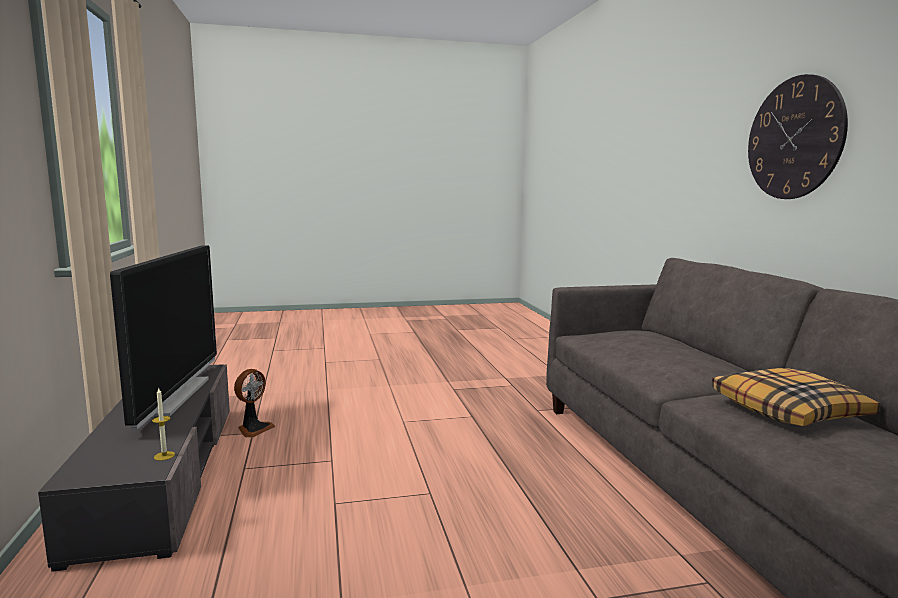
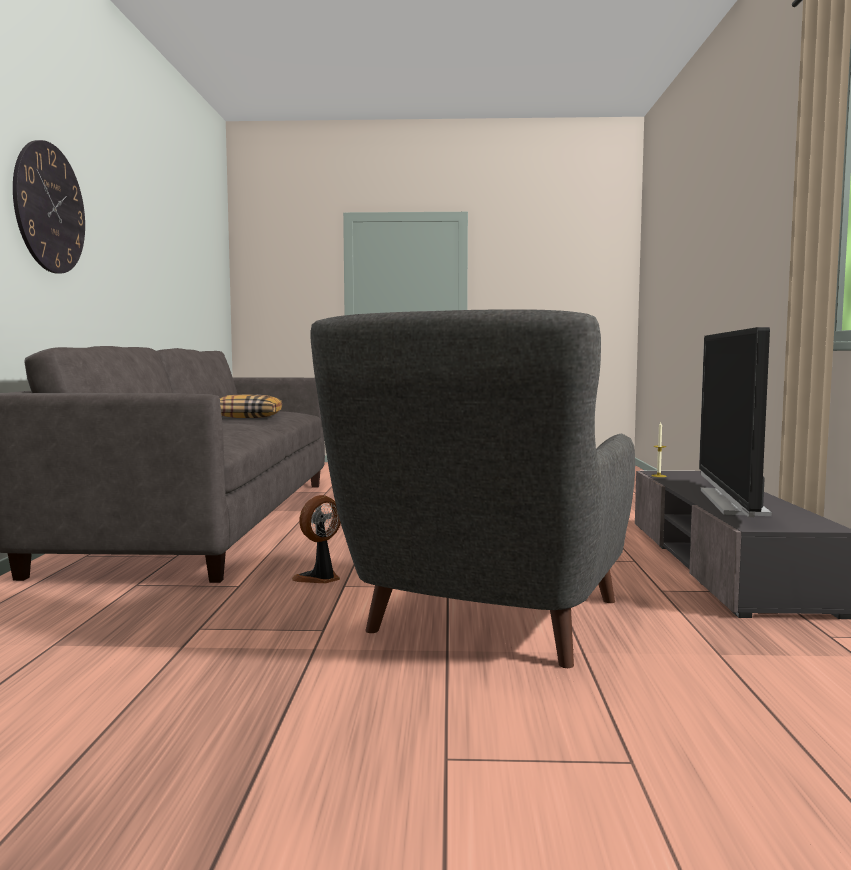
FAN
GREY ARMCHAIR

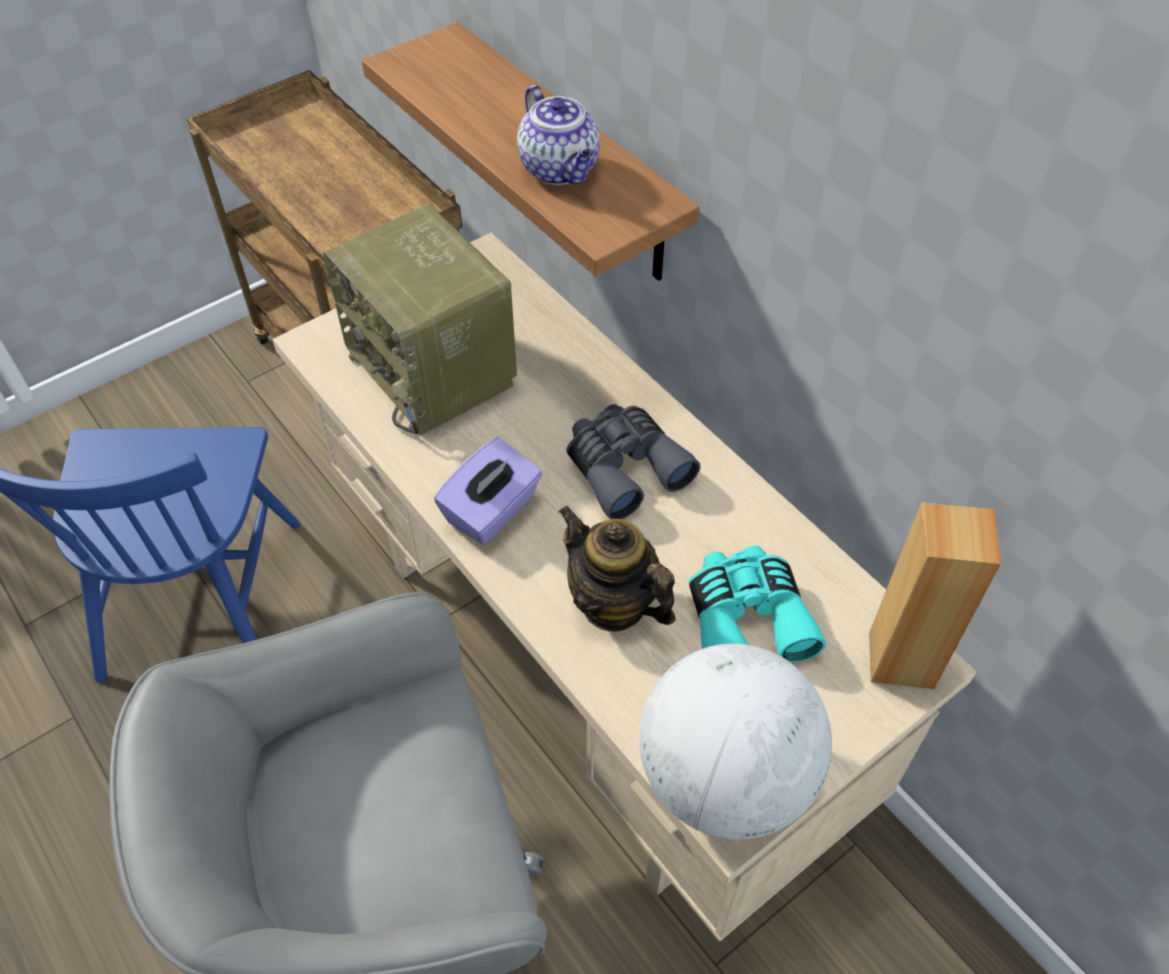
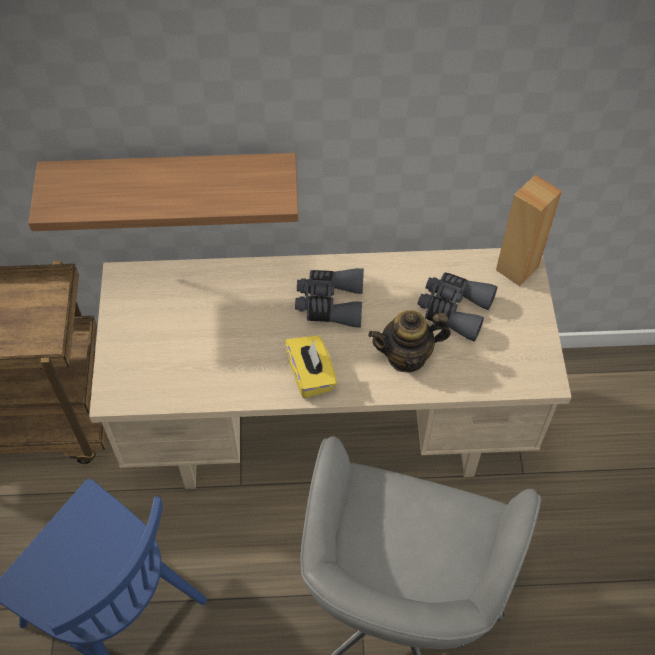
YELLOW TISSUE BOX
GREY BINOCULARS (no. 2 from left)
RADIO
TEAPOT (no. 1 from left in the first image)
GLOBE

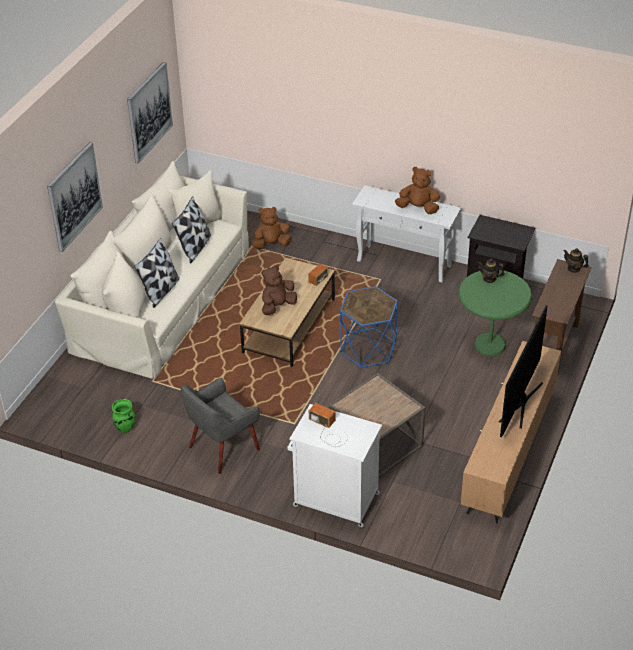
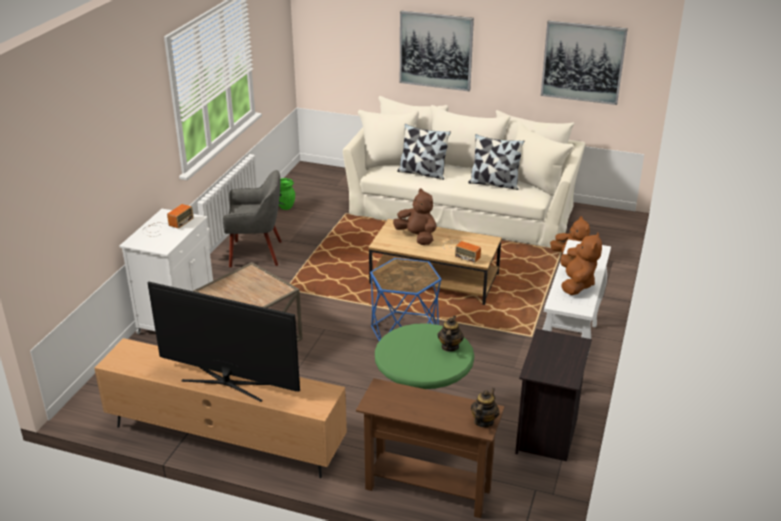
GREY ARMCHAIR

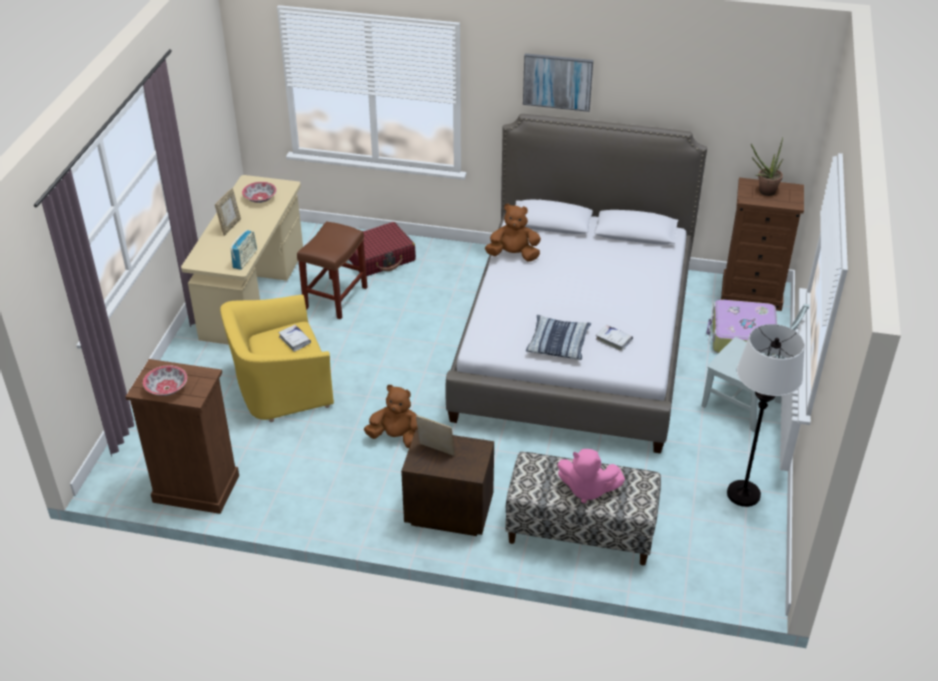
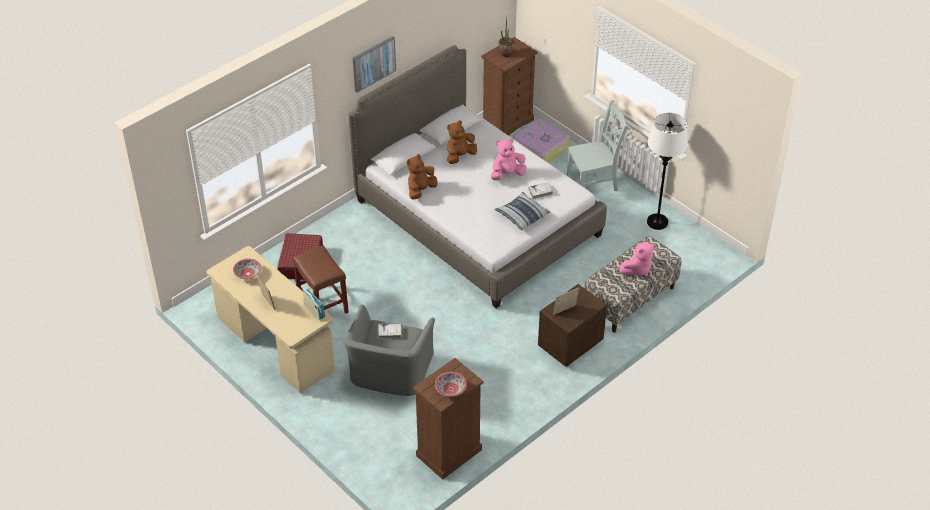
GREY ARMCHAIR
BROWN PLUSH TOY (no. 2 from left)
PINK PLUSH TOY (no. 1 from left)

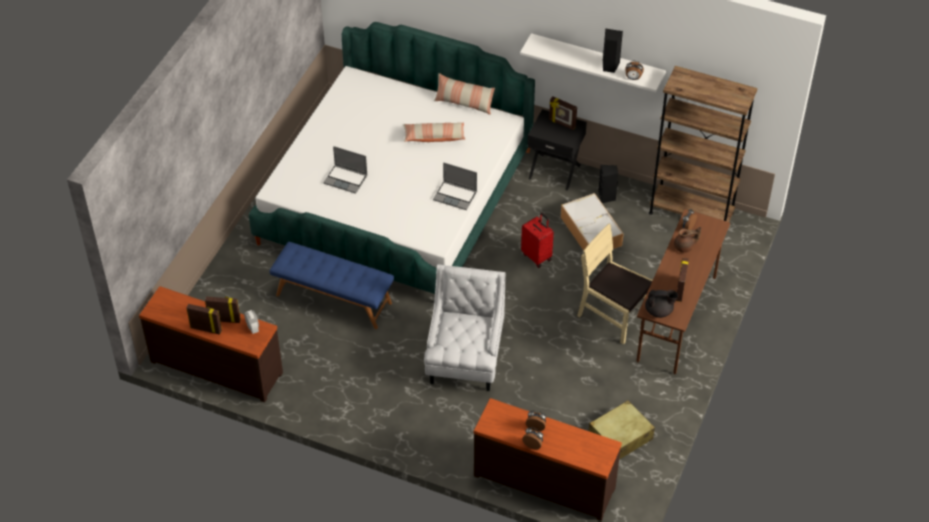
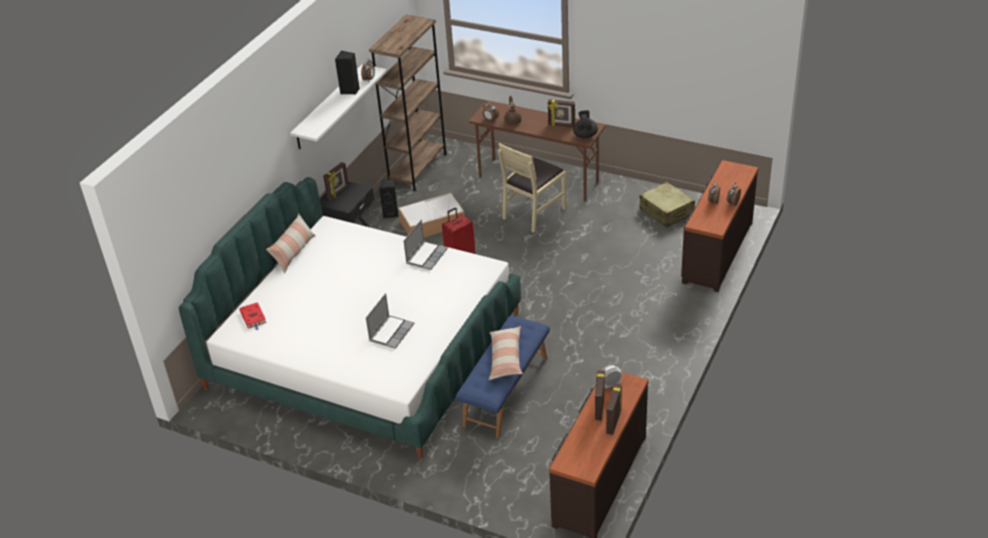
RED BOOK
PILLOW (no. 2 from left)
WHITE ARMCHAIR

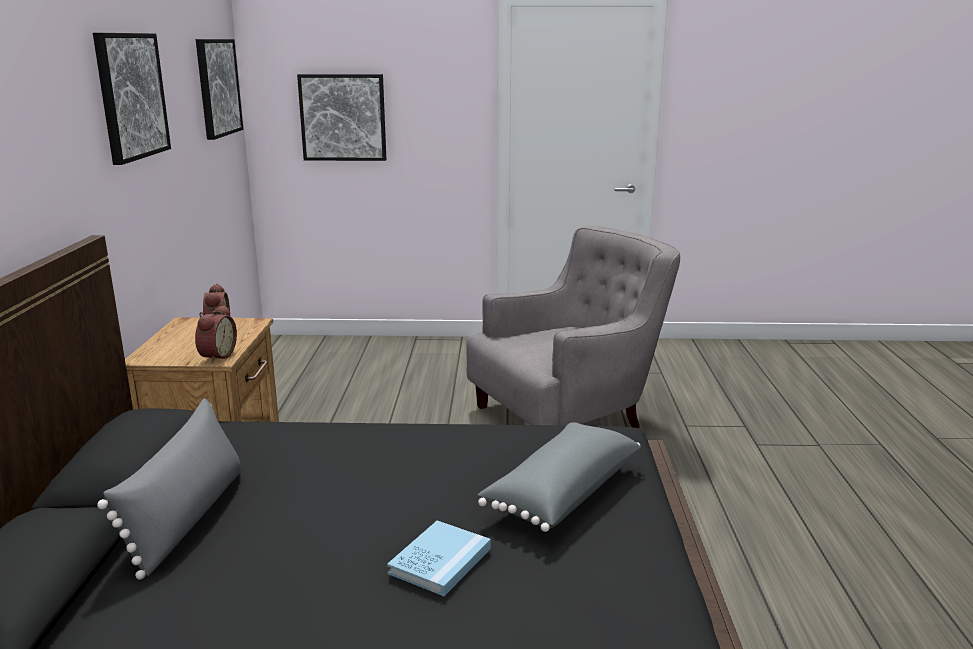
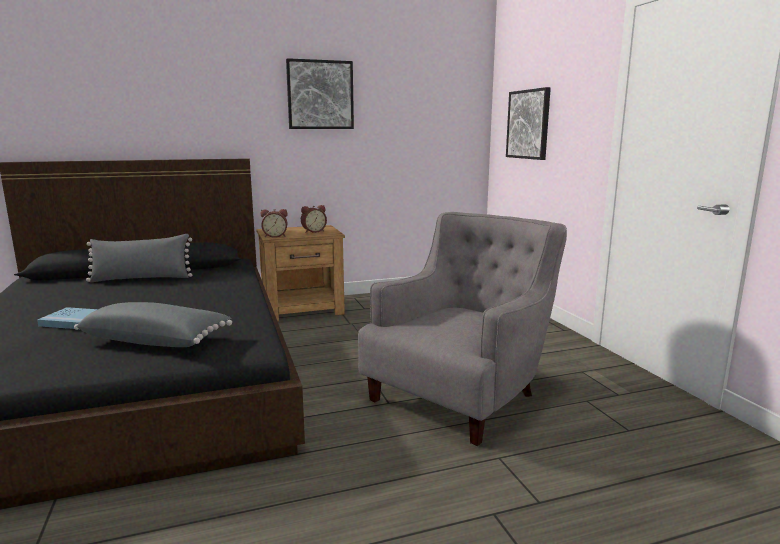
GREY ARMCHAIR
PICTURE (no. 2 from left in the first image)

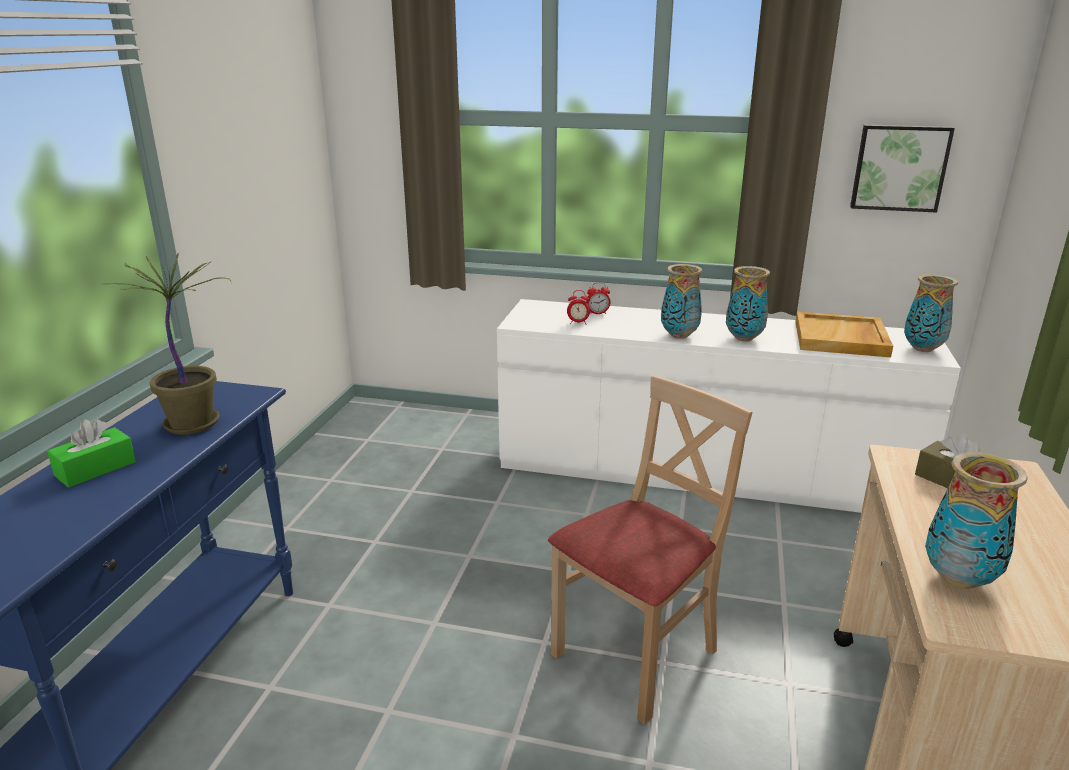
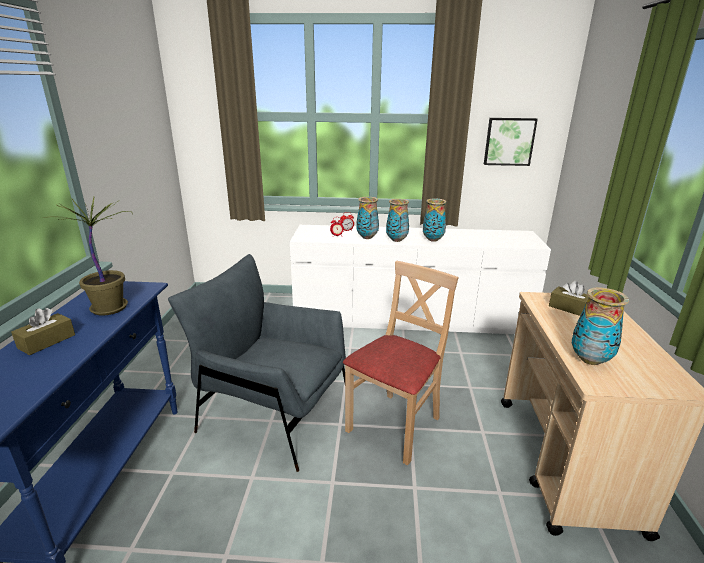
BROWN TISSUE BOX (no. 1 from left)
GREY ARMCHAIR
VASE (no. 1 from left)
BEIGE TRAY

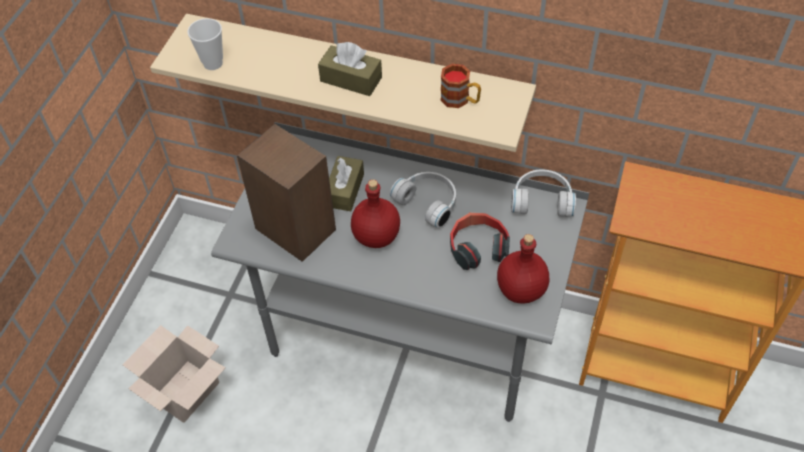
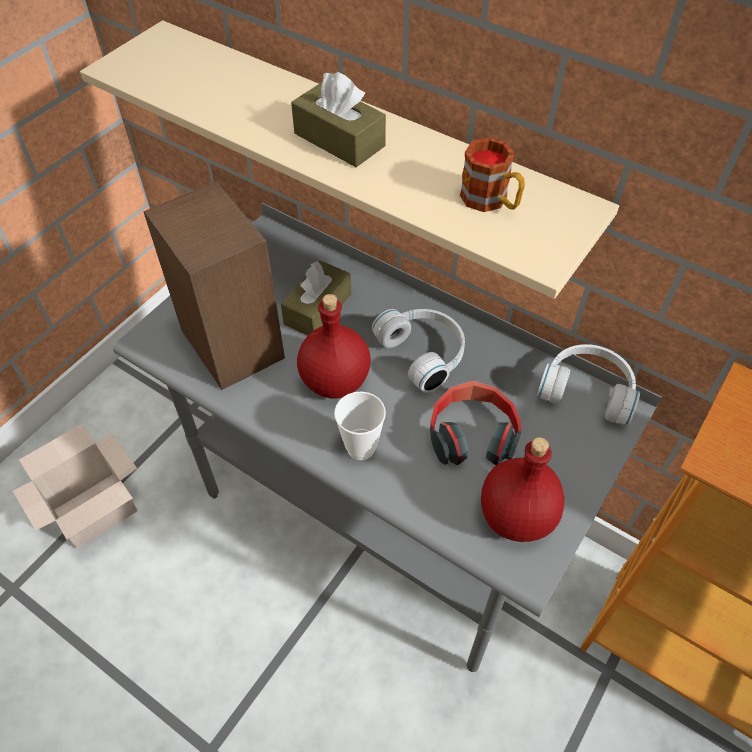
CUP

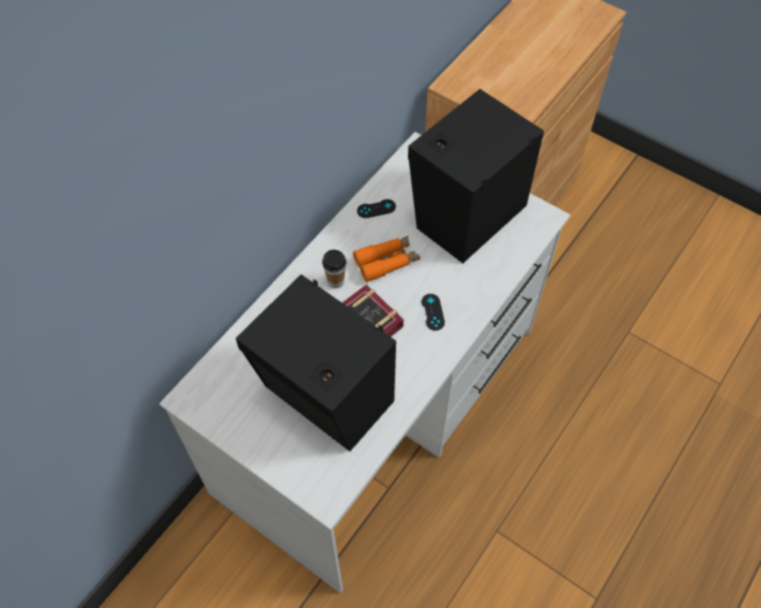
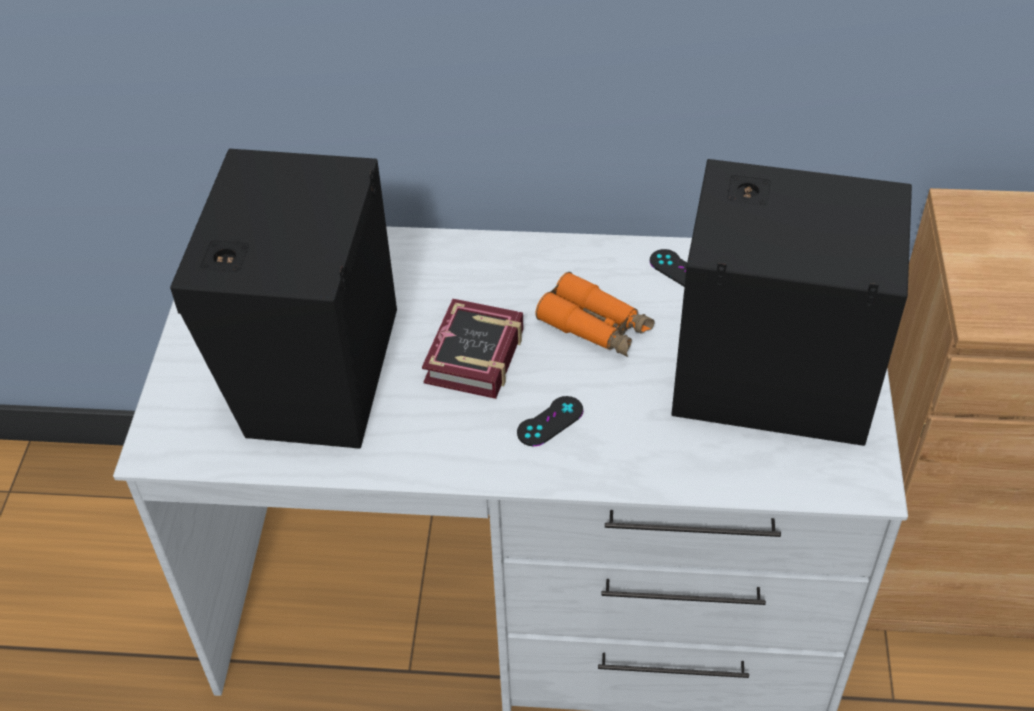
CUP

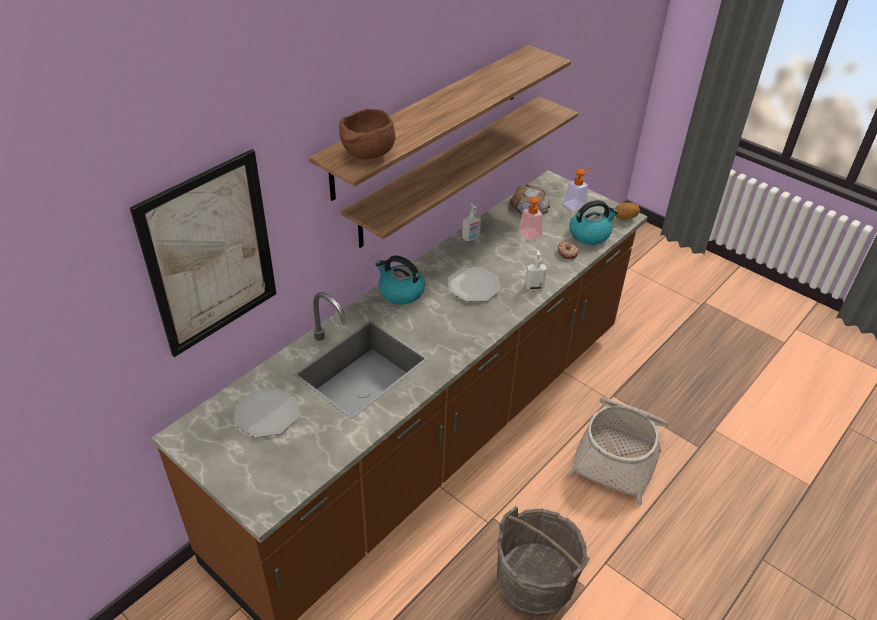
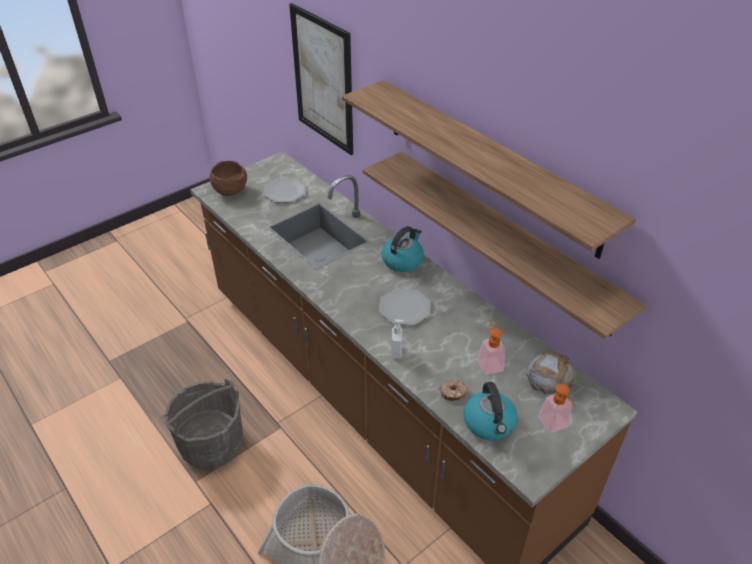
BROWN BOWL
SOAP DISPENSER (no. 1 from left in the first image)
POTATO

